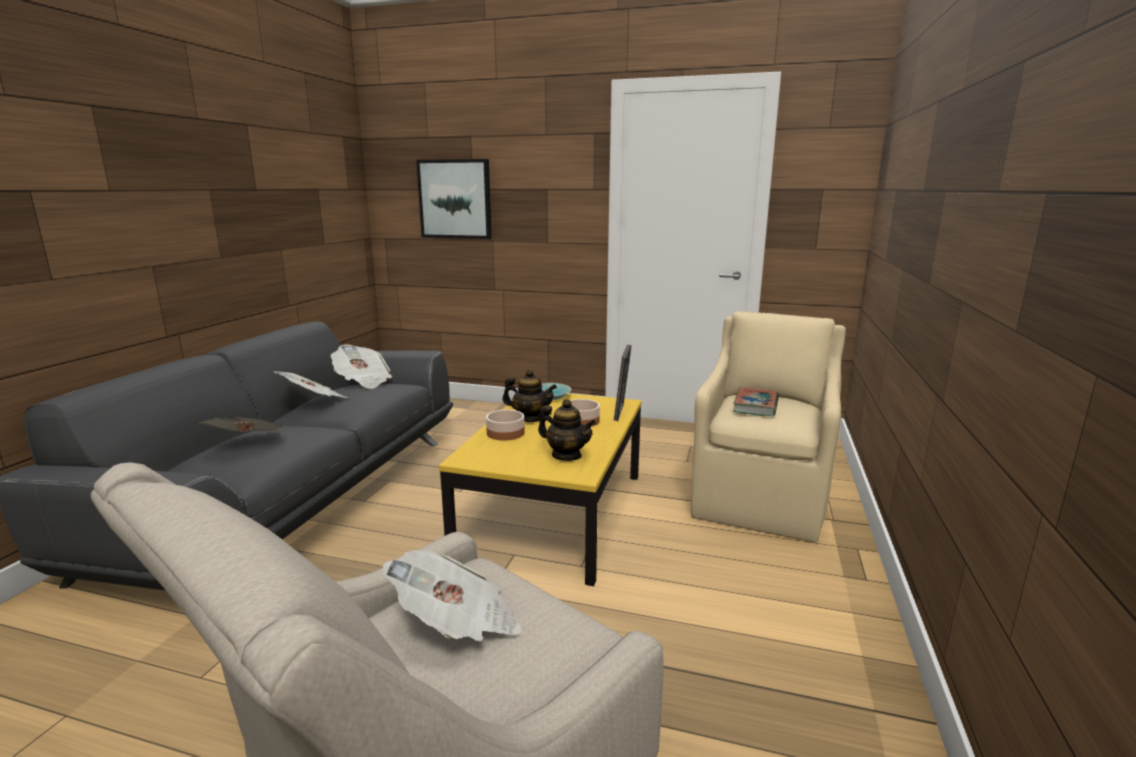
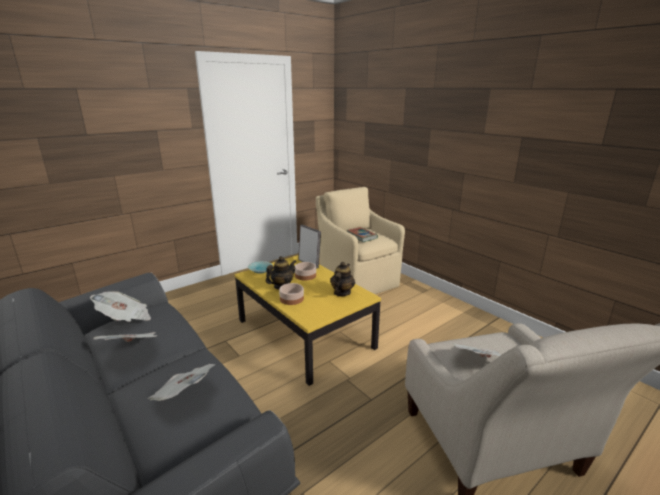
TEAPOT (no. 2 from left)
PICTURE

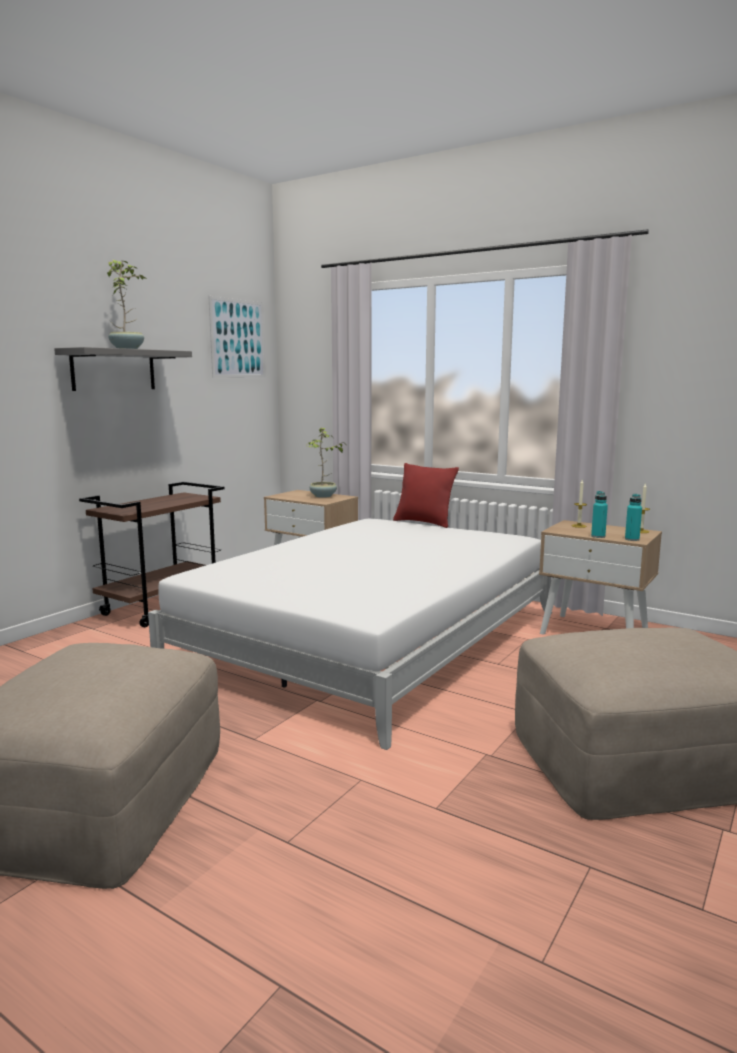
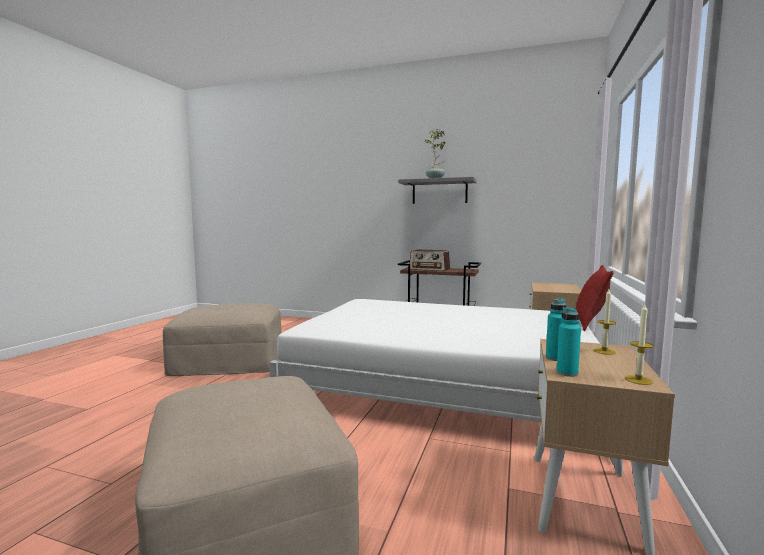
RADIO
PICTURE
POTTED PLANT (no. 2 from left in the first image)

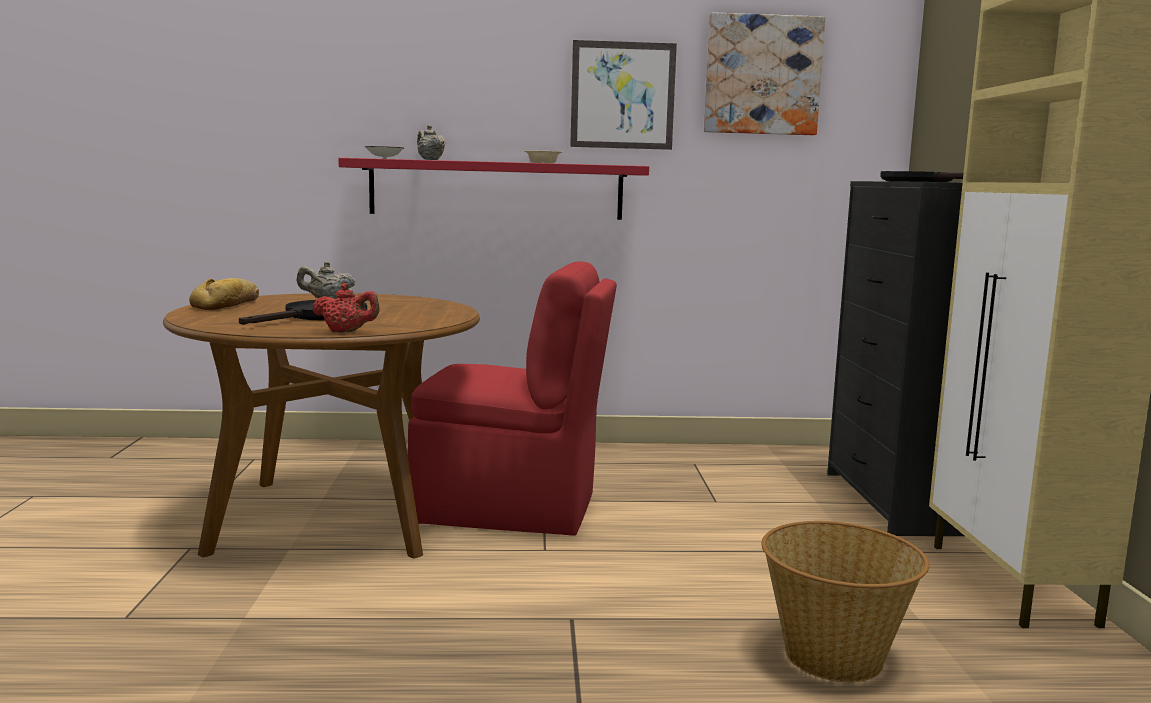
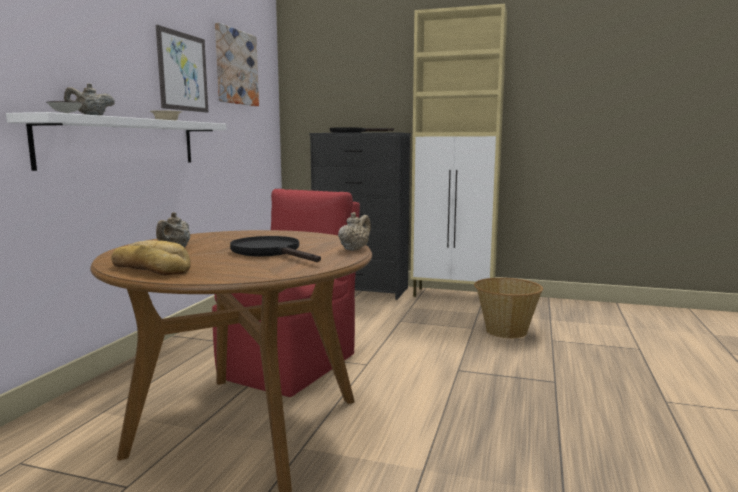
WHITE SHELF
BEIGE TEAPOT (no. 3 from left)

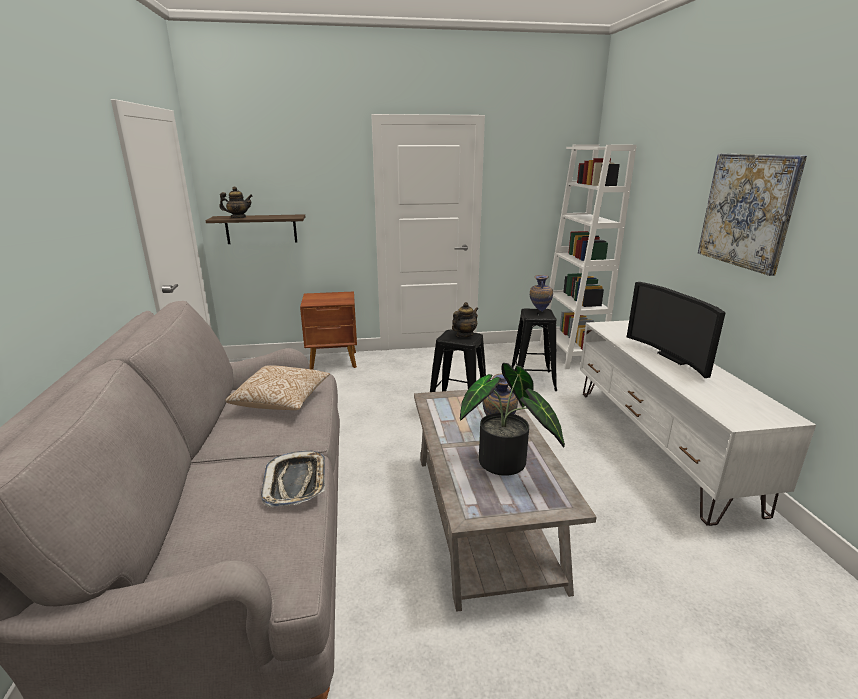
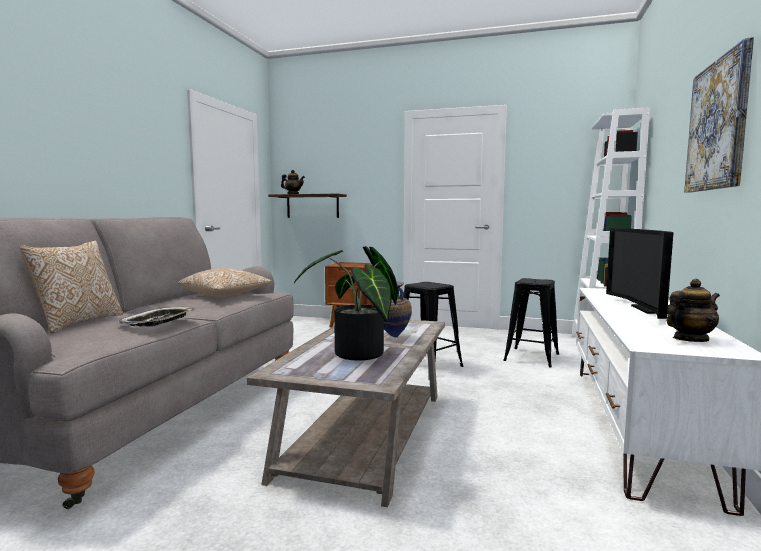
PILLOW (no. 1 from left)
TEAPOT (no. 2 from left)
VASE (no. 2 from left in the first image)

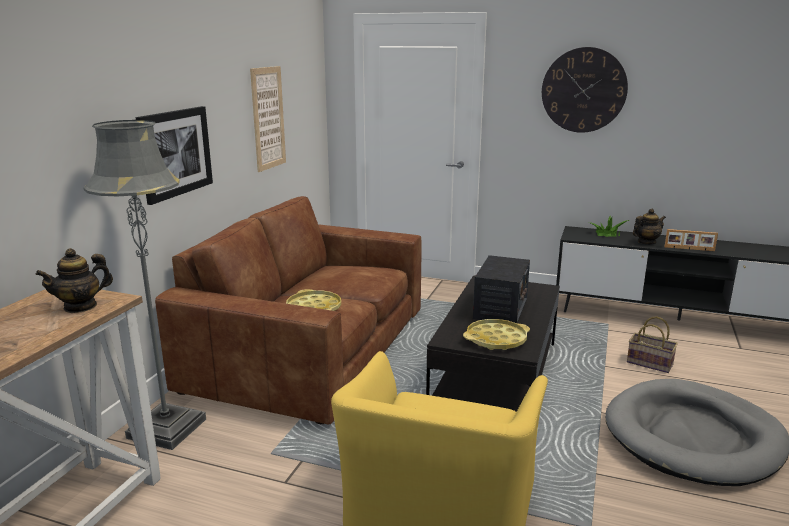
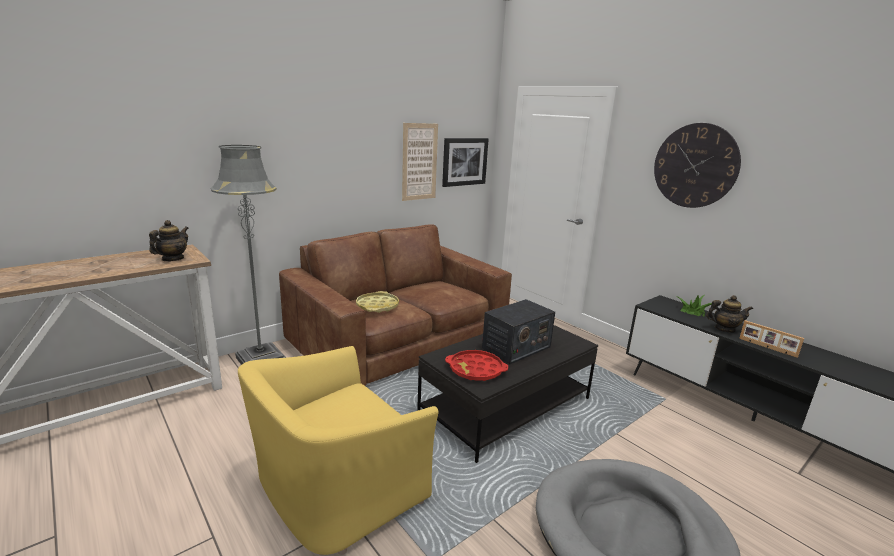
TEAPOT (no. 1 from left)
PICTURE (no. 2 from left)
RED TRAY
BASKET

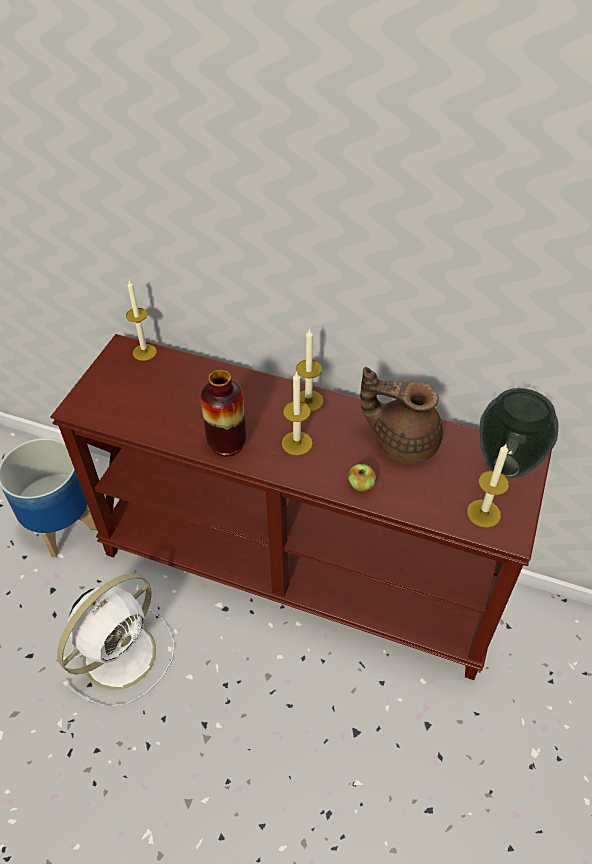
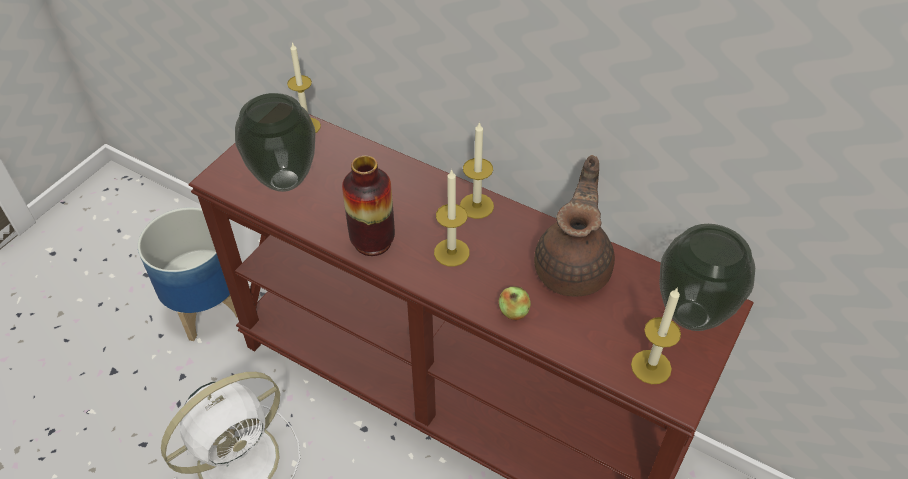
VASE (no. 1 from left)
BROWN TEAPOT

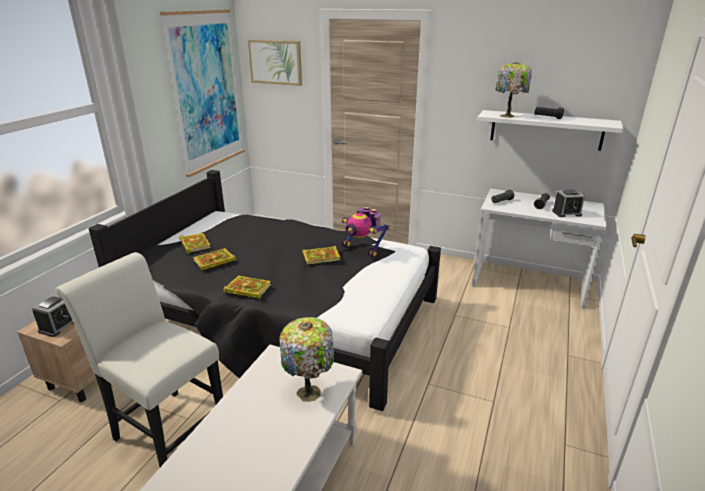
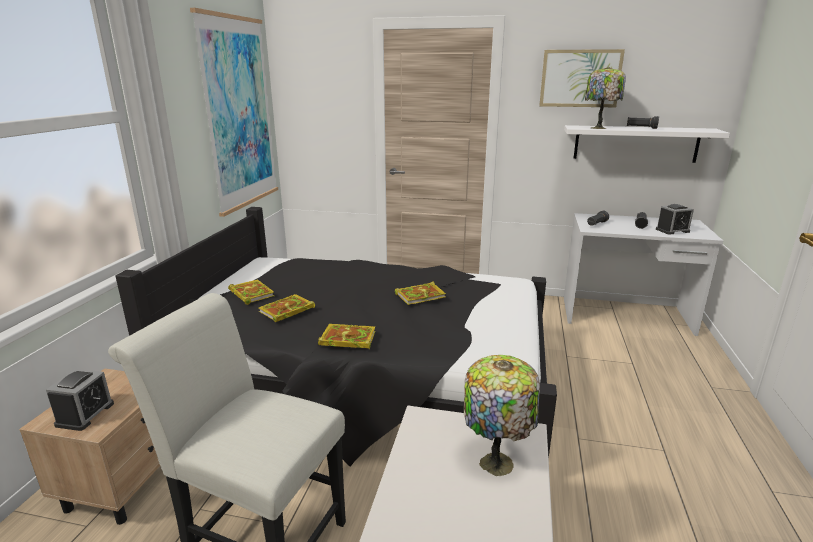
PICTURE (no. 2 from left)
TOY ROBOT

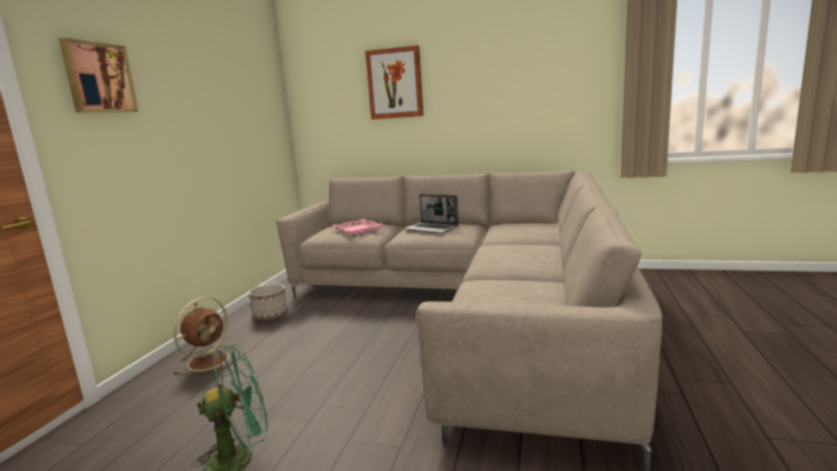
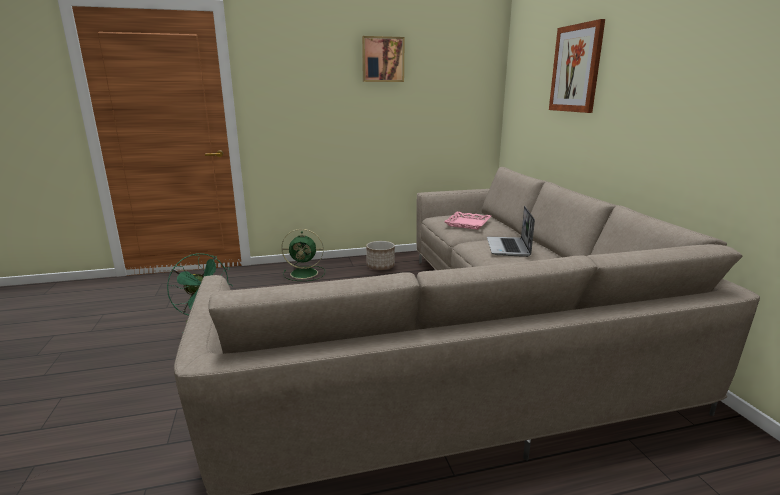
GREEN FAN (no. 2 from left)
PICTURE (no. 1 from left)

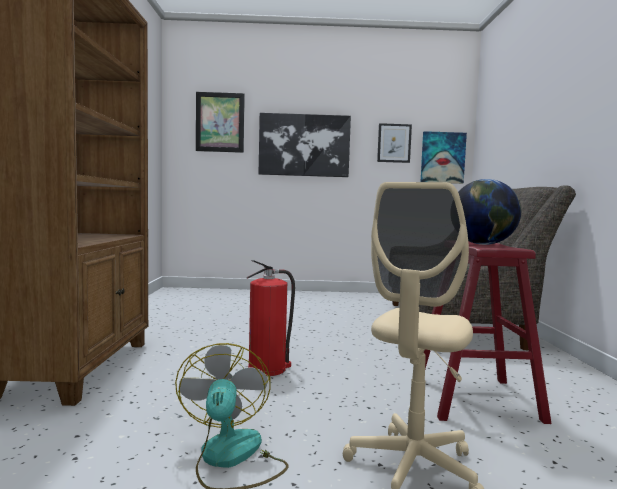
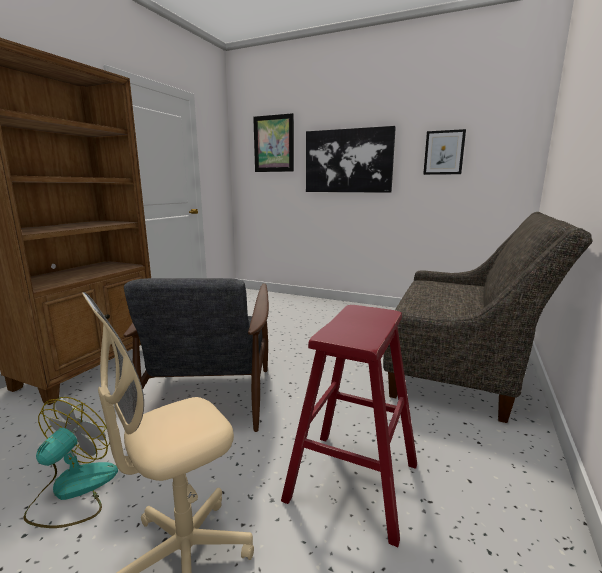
GREY ARMCHAIR
PICTURE (no. 4 from left in the first image)
GLOBE

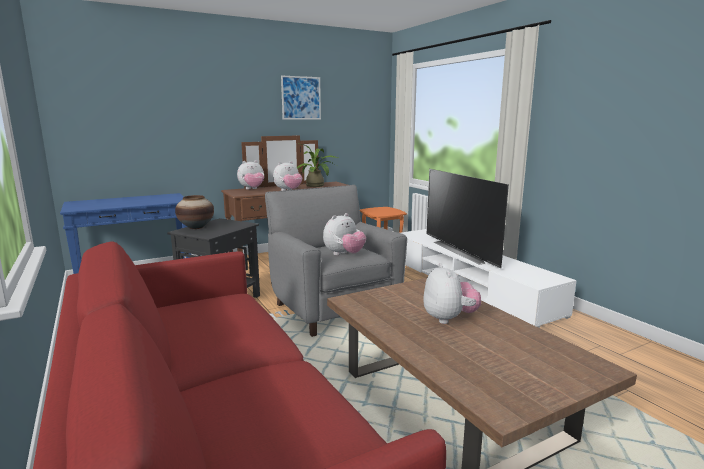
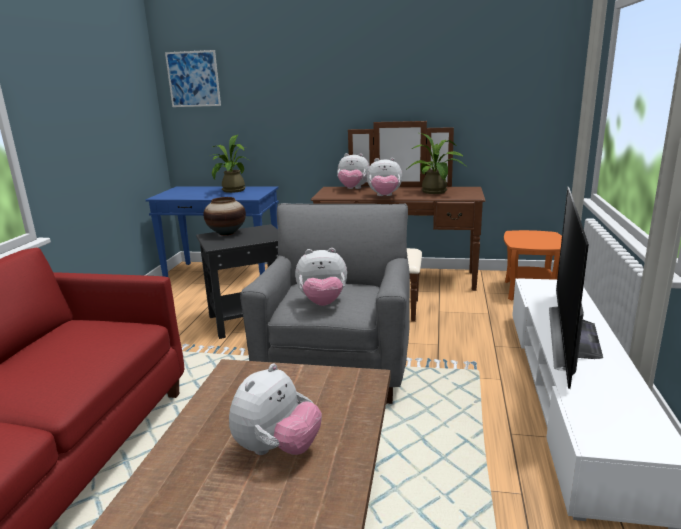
PICTURE
POTTED PLANT (no. 1 from left)

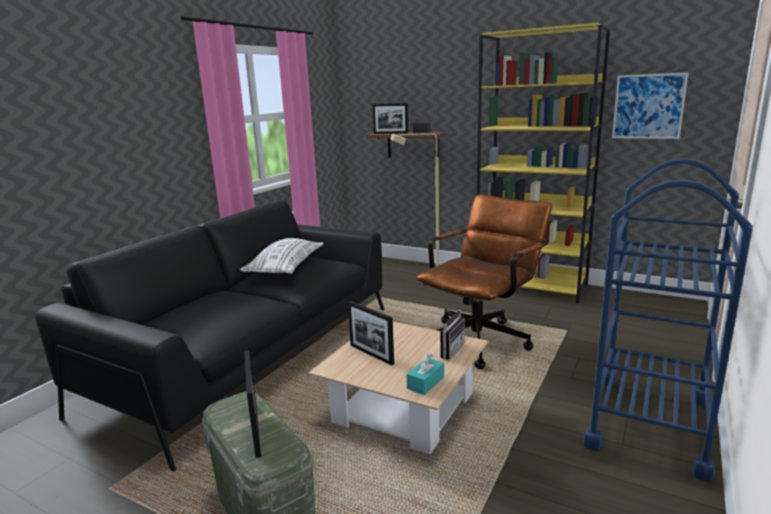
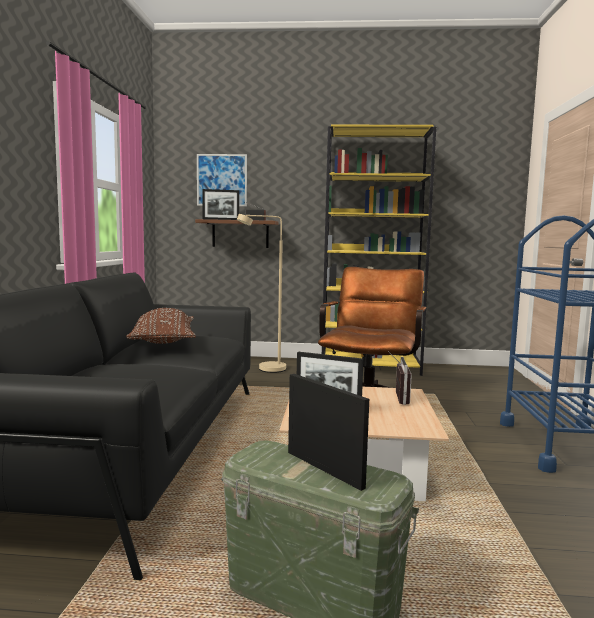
BROWN PILLOW
PICTURE
TURQUOISE TISSUE BOX

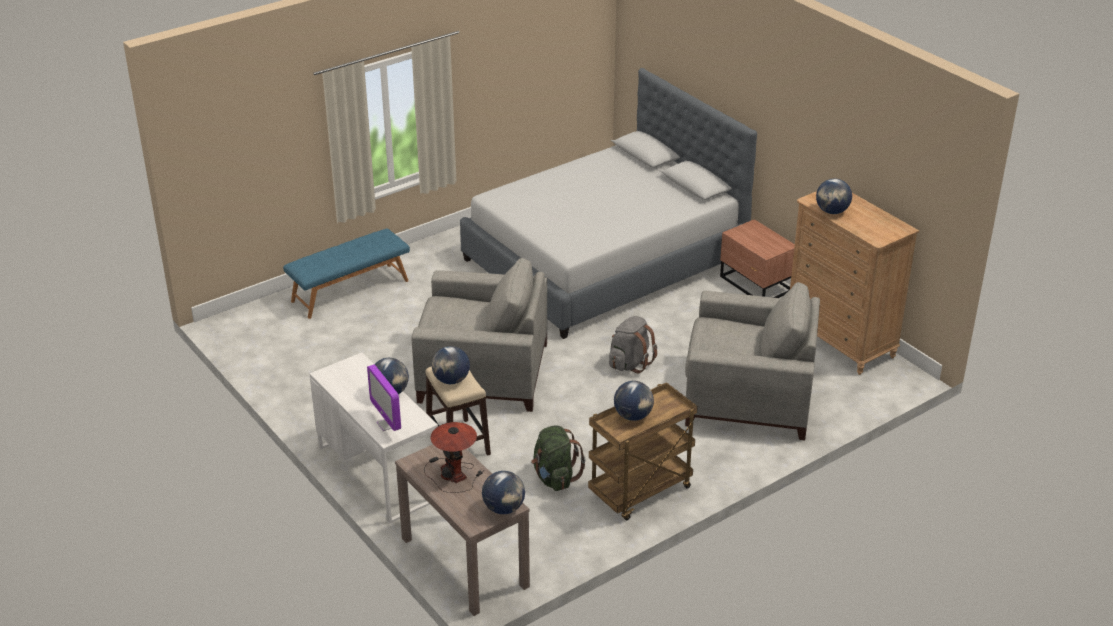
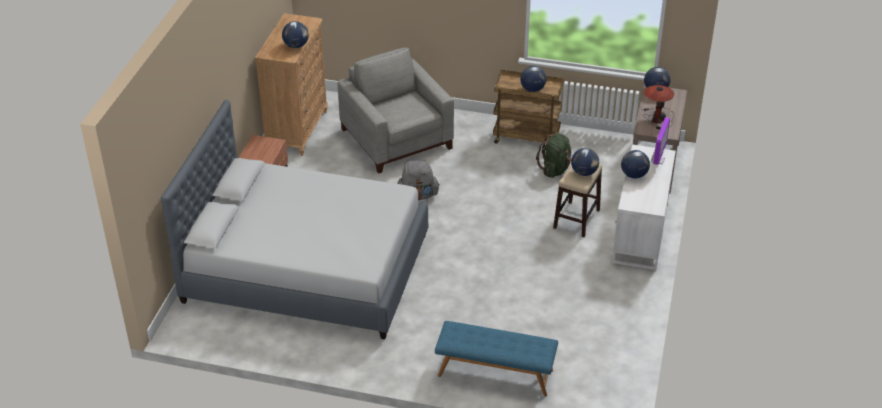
GREY ARMCHAIR (no. 1 from left in the first image)

